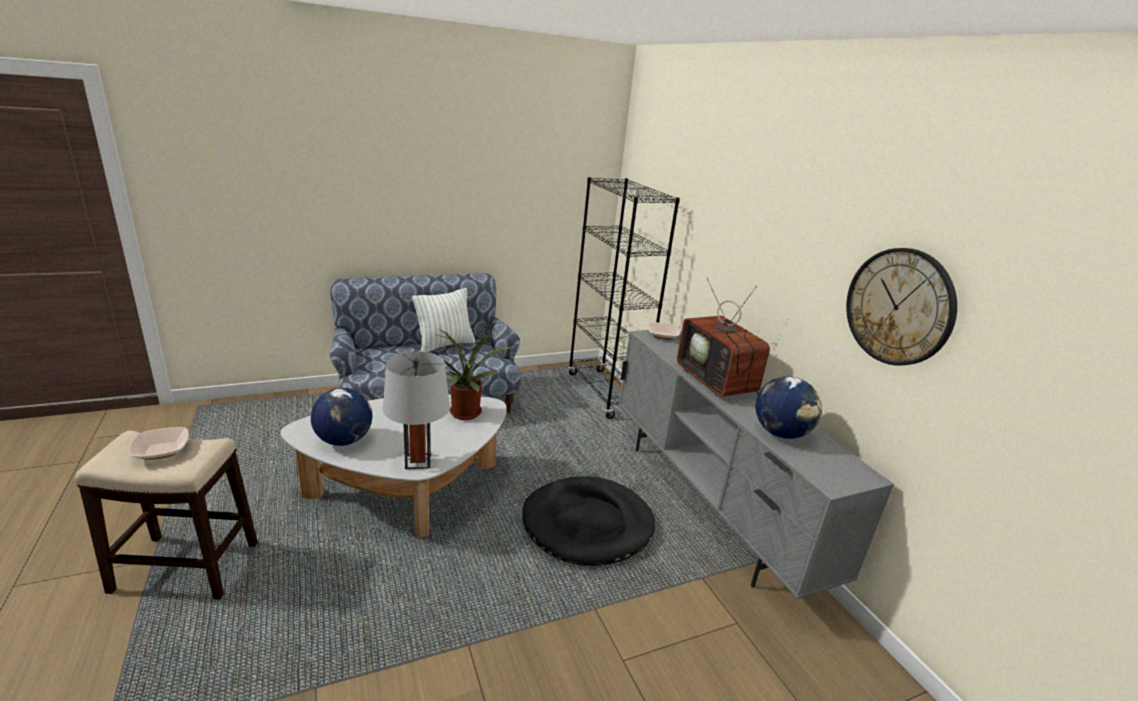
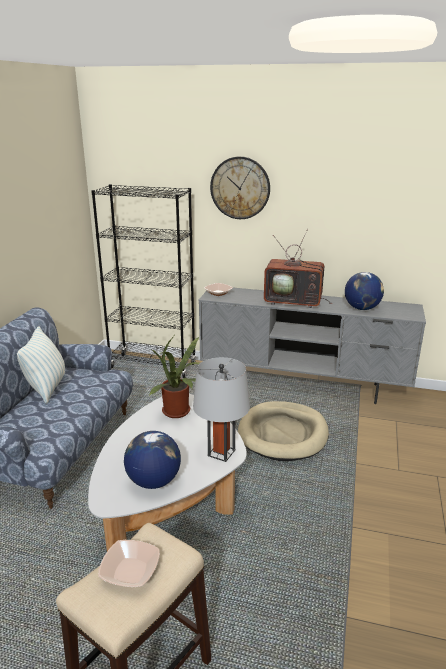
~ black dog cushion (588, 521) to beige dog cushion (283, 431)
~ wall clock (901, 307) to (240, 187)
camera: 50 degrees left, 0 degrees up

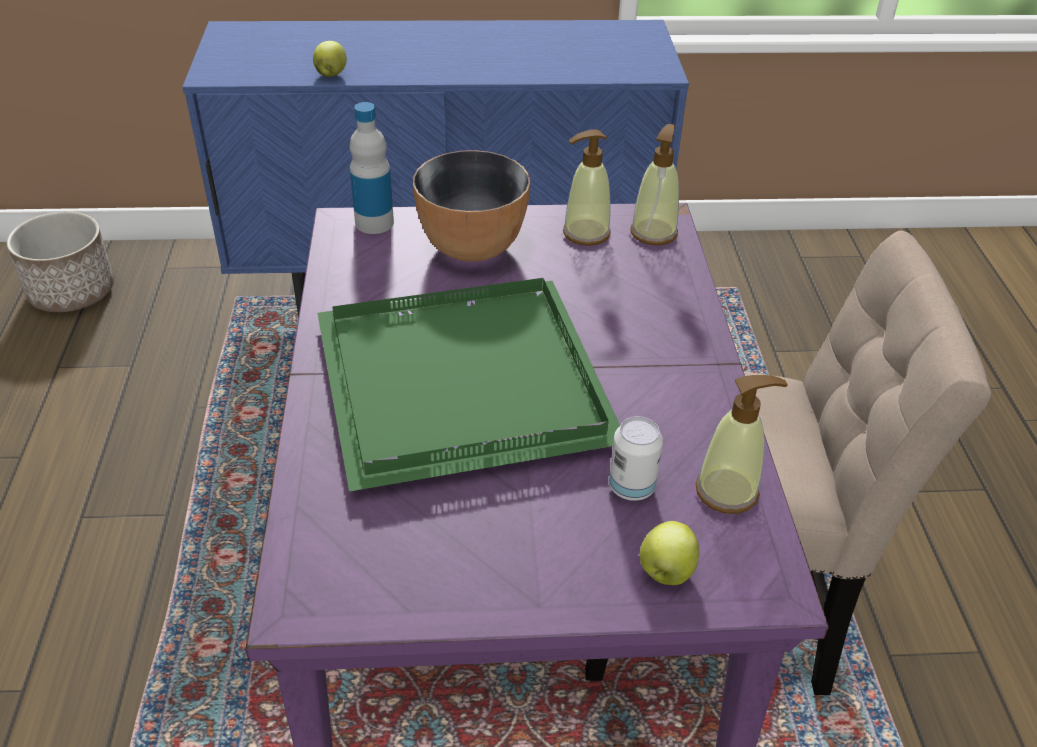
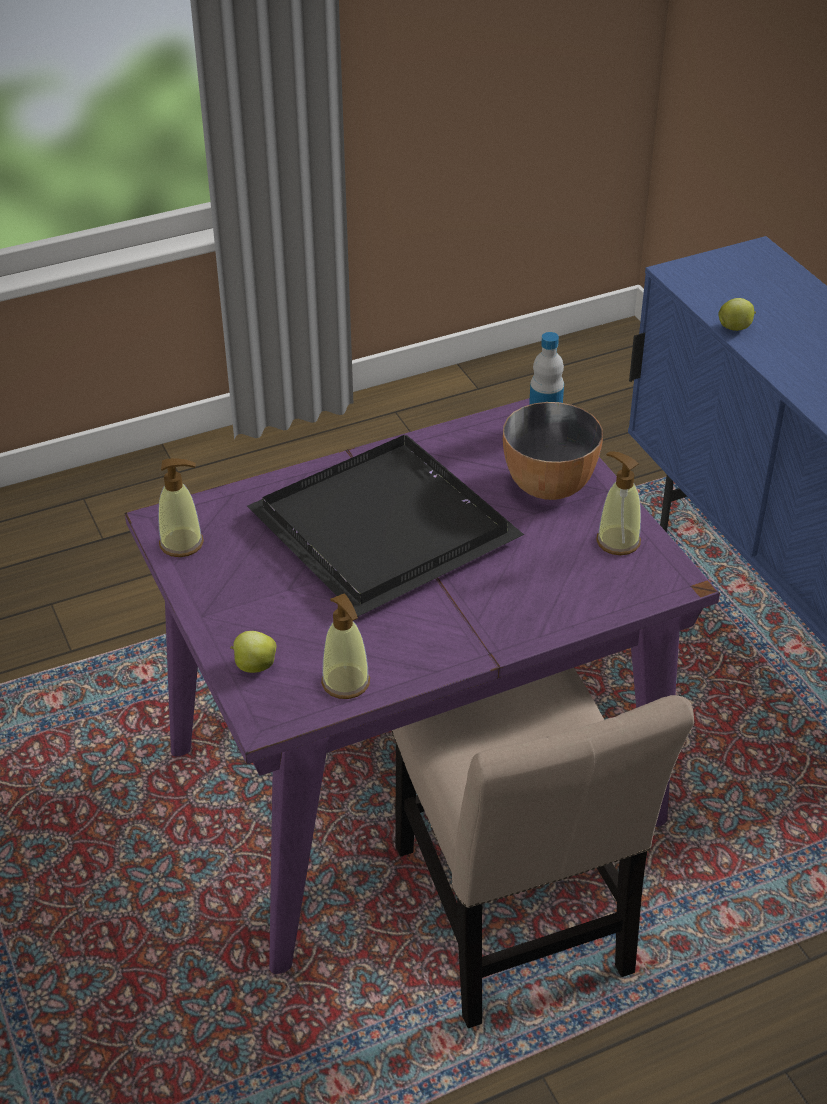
- plant pot (60, 261)
~ greenish carrying tray (468, 385) to black carrying tray (385, 526)
- sealed can (636, 458)
~ soap bottle (654, 184) to (181, 507)
camera: 70 degrees right, 0 degrees up

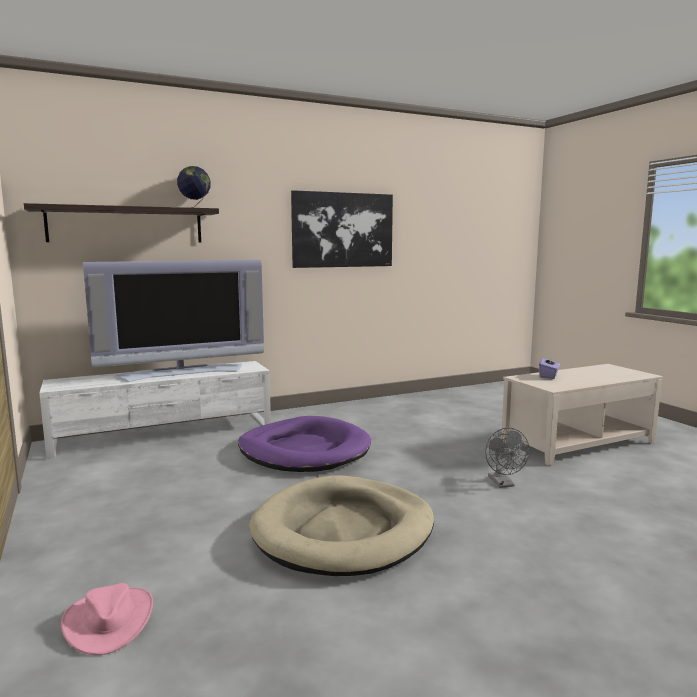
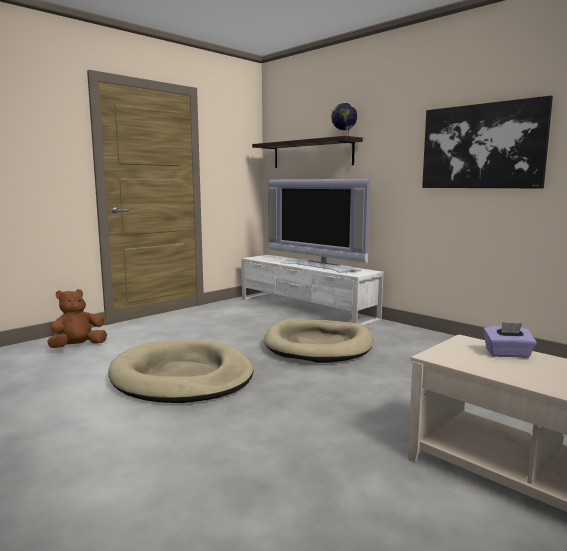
~ pink clothing hat (107, 619) to brownish plush toy (77, 318)
~ purplish dog cushion (304, 444) to beige dog cushion (318, 341)
- gray cooling fan (507, 458)
camera: 70 degrees right, 0 degrees up

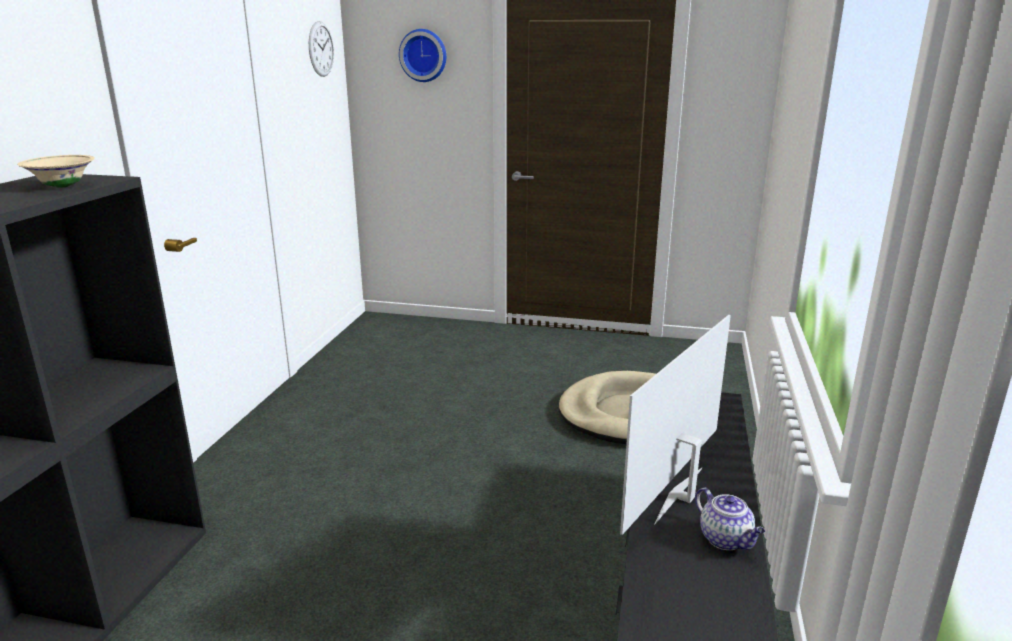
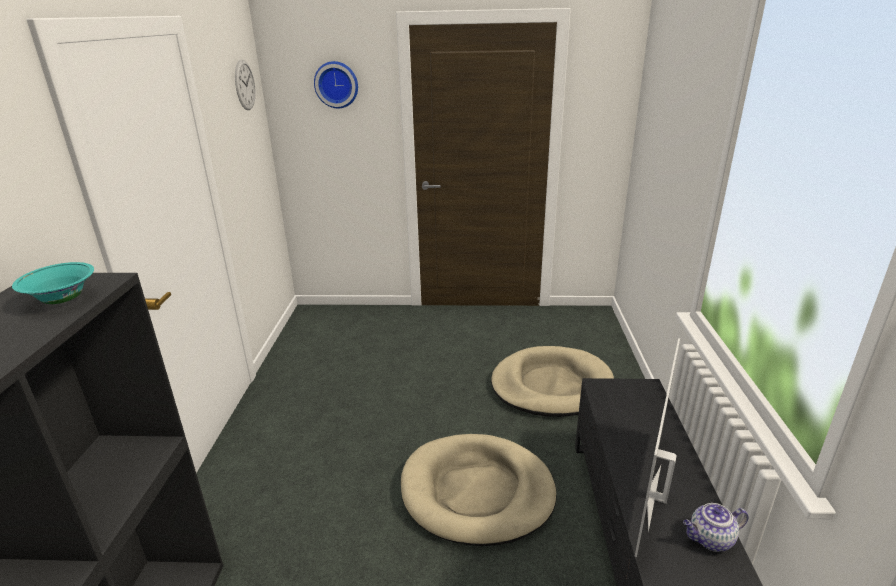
~ beige bowl (56, 171) to blue-green bowl (53, 283)
~ tea pot (730, 518) = (715, 527) 120 degrees clockwise
+ beige dog cushion (479, 490)
camera: 10 degrees left, 5 degrees up

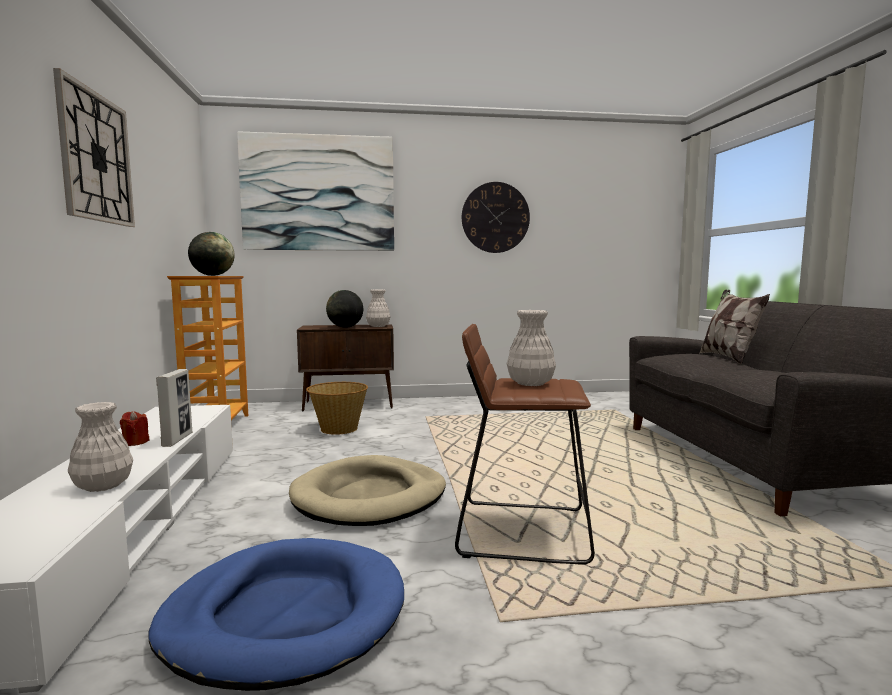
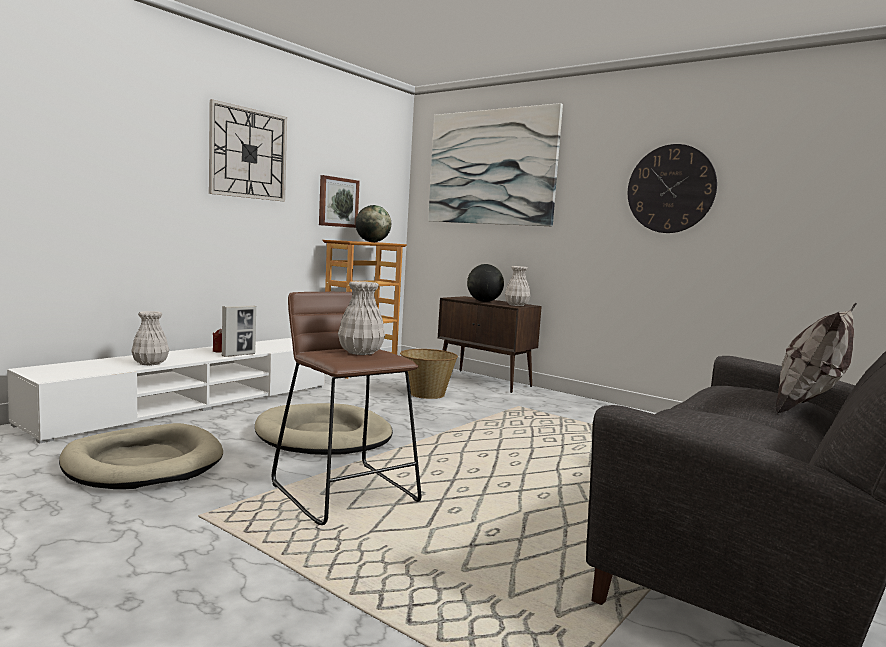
~ blue dog cushion (276, 614) to beige dog cushion (141, 456)
+ wall picture (339, 201)
camera: 45 degrees right, 0 degrees up

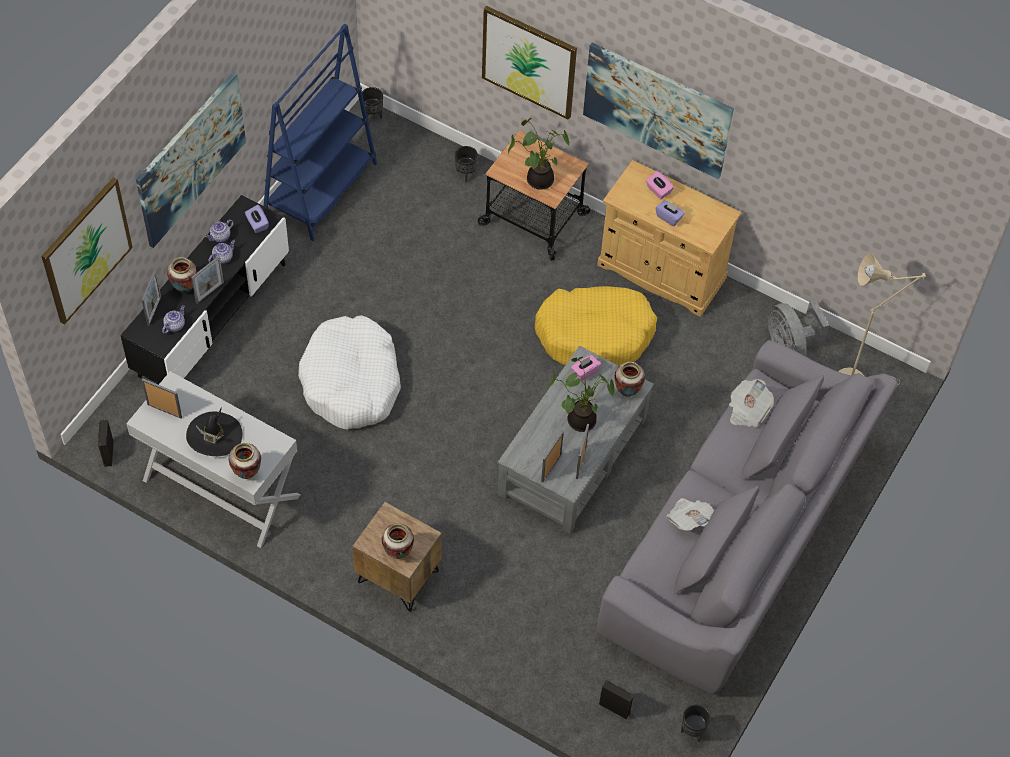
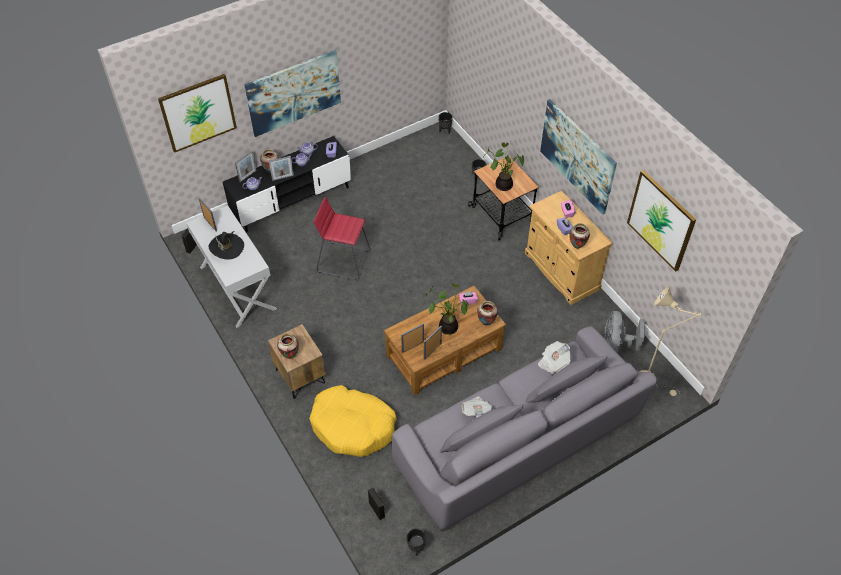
~ vase (244, 461) to (579, 236)
- blue bookcase (320, 132)
~ whitish dog cushion (349, 372) to reddish sitting stool (342, 238)
~ wall picture (529, 63) to (661, 221)
~ gray coffee table (575, 440) to brownish coffee table (445, 340)
~ yellow-coloured dog cushion (596, 326) to (353, 421)
camera: 30 degrees right, 5 degrees down

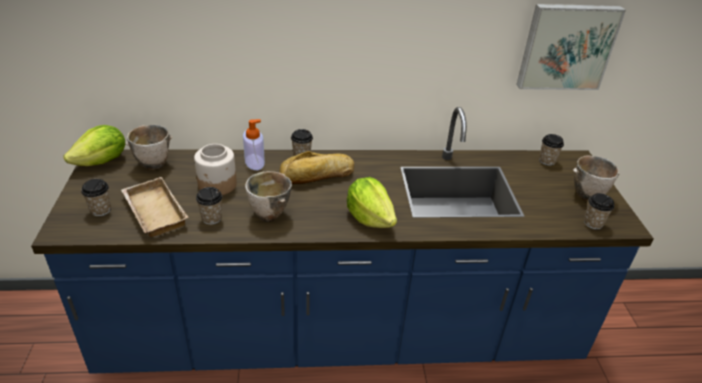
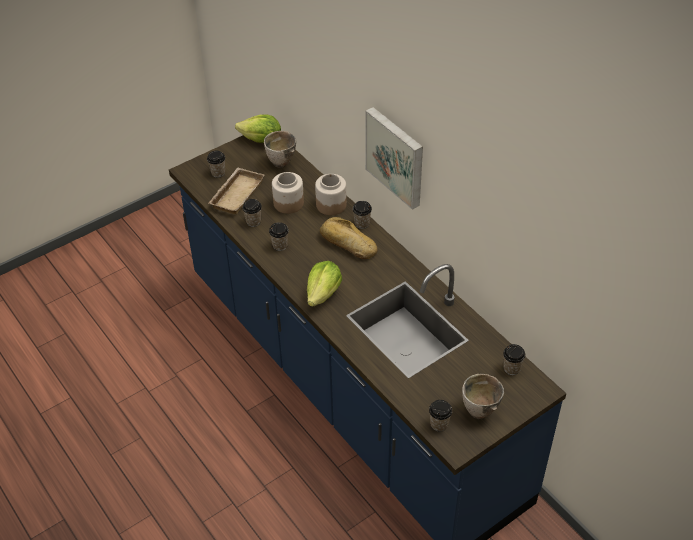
~ soap bottle (254, 144) to preserve jar (331, 194)
~ bowl (268, 196) to drinking cup (279, 236)
~ wall picture (571, 47) to (394, 158)
camera: 60 degrees right, 10 degrees up

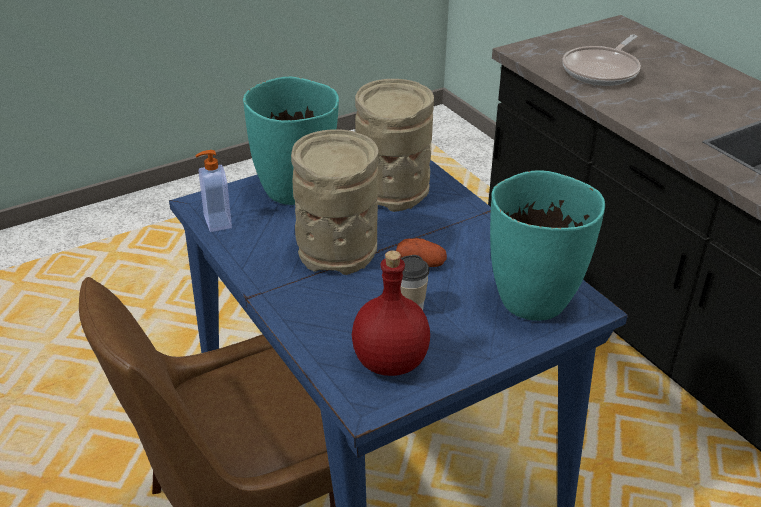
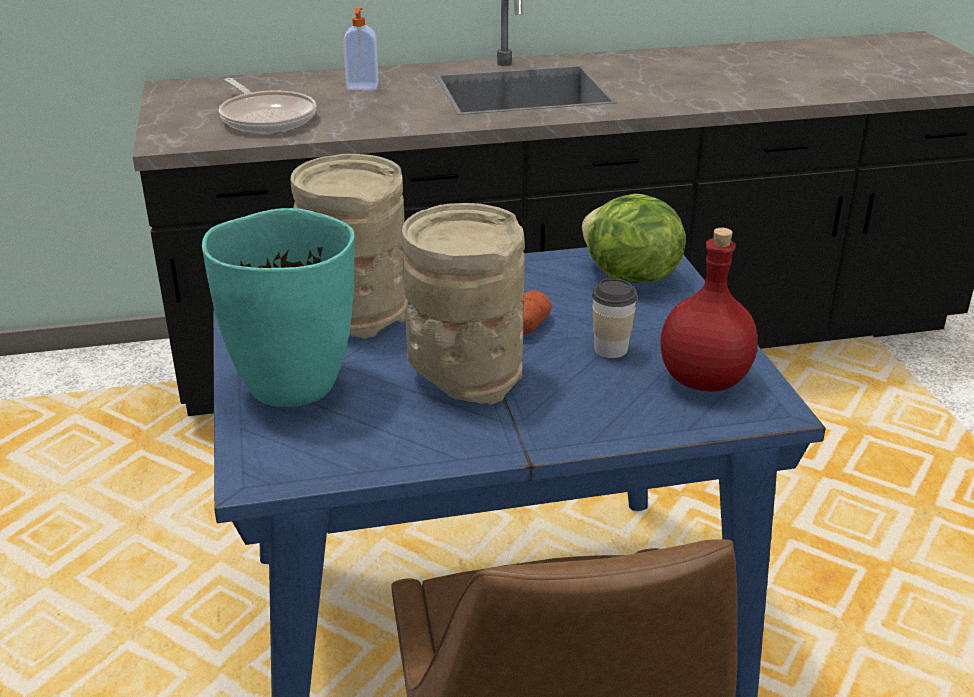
~ soap bottle (213, 191) to (361, 49)
~ blue-green vase (547, 245) to lettuce head (634, 238)
camera: 70 degrees left, 5 degrees down

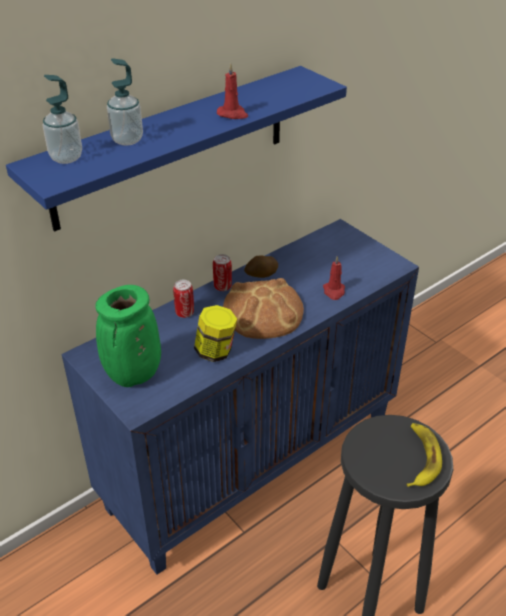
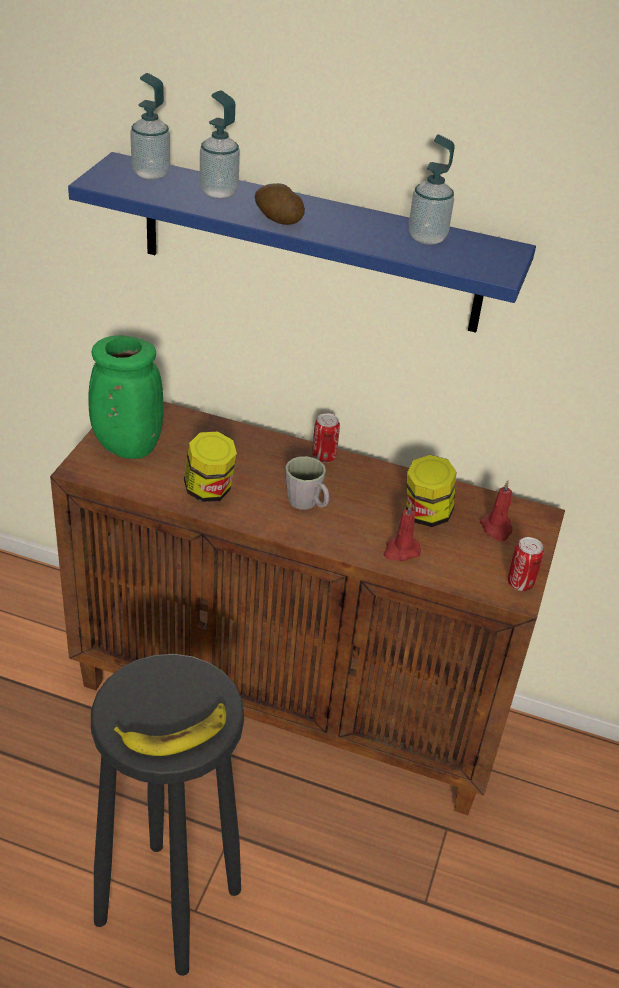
~ blue cupboard (240, 397) to brownish cupboard (307, 608)
~ sealed can (183, 299) to (526, 564)
~ reddish candle (232, 91) to (496, 510)
~ baked bread (263, 308) to gray mug (307, 483)
~ spud (261, 267) to (280, 204)
+ preserve jar (431, 491)
+ soap bottle (432, 189)
camera: 55 degrees right, 0 degrees up

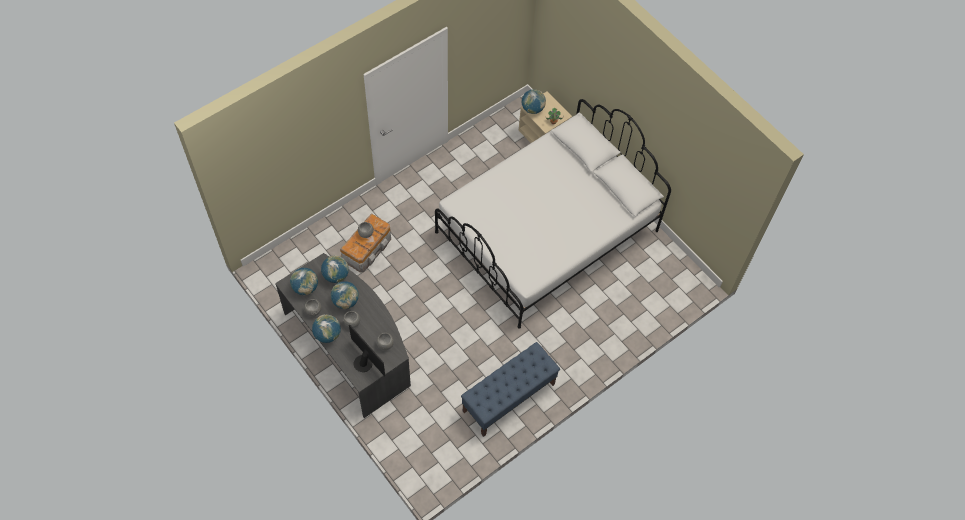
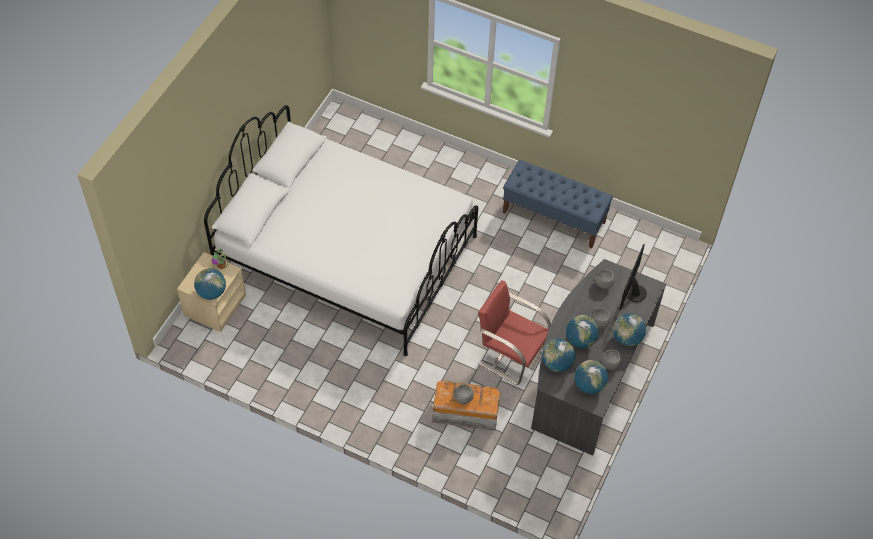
+ reddish upright chair (514, 332)
camera: 115 degrees left, 5 degrees down

